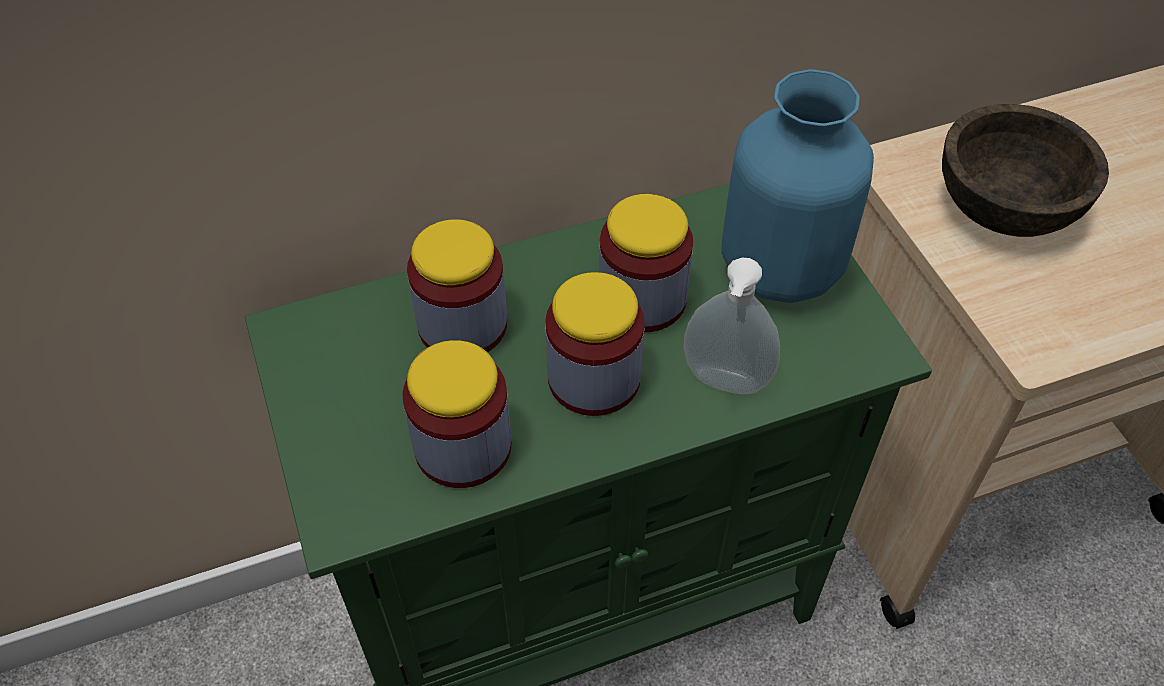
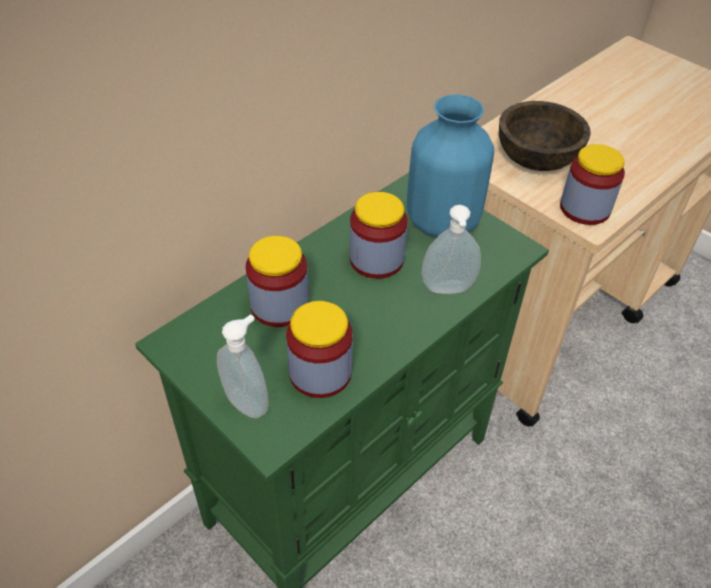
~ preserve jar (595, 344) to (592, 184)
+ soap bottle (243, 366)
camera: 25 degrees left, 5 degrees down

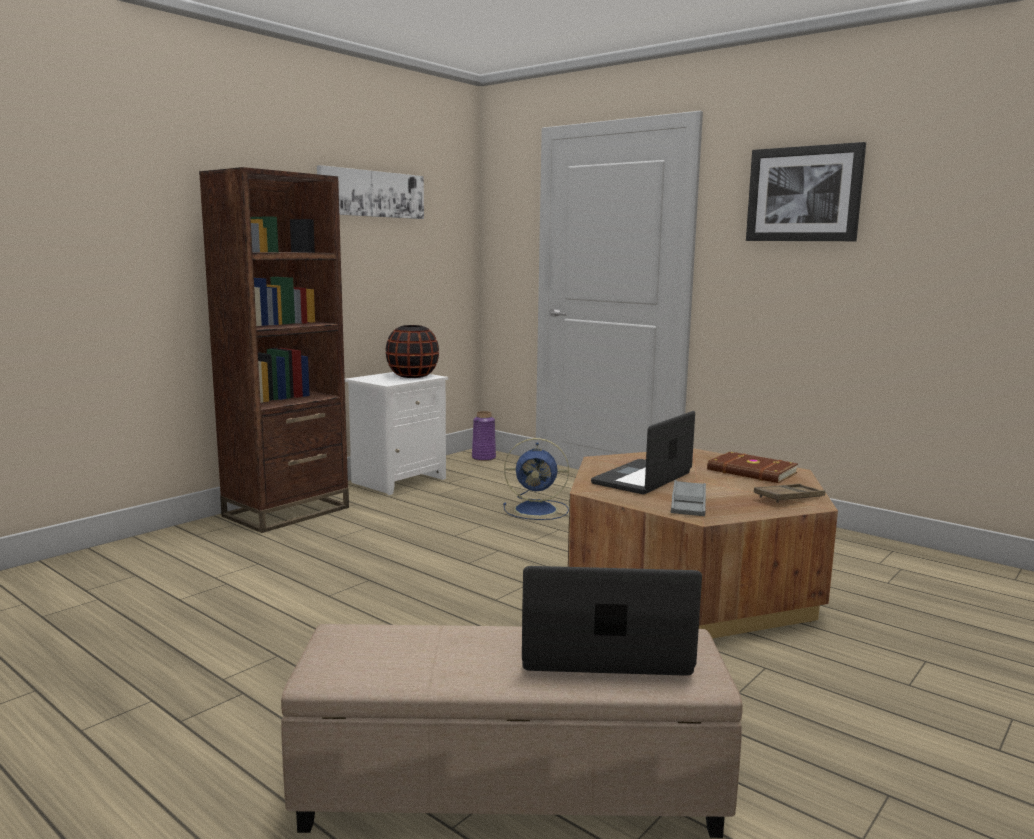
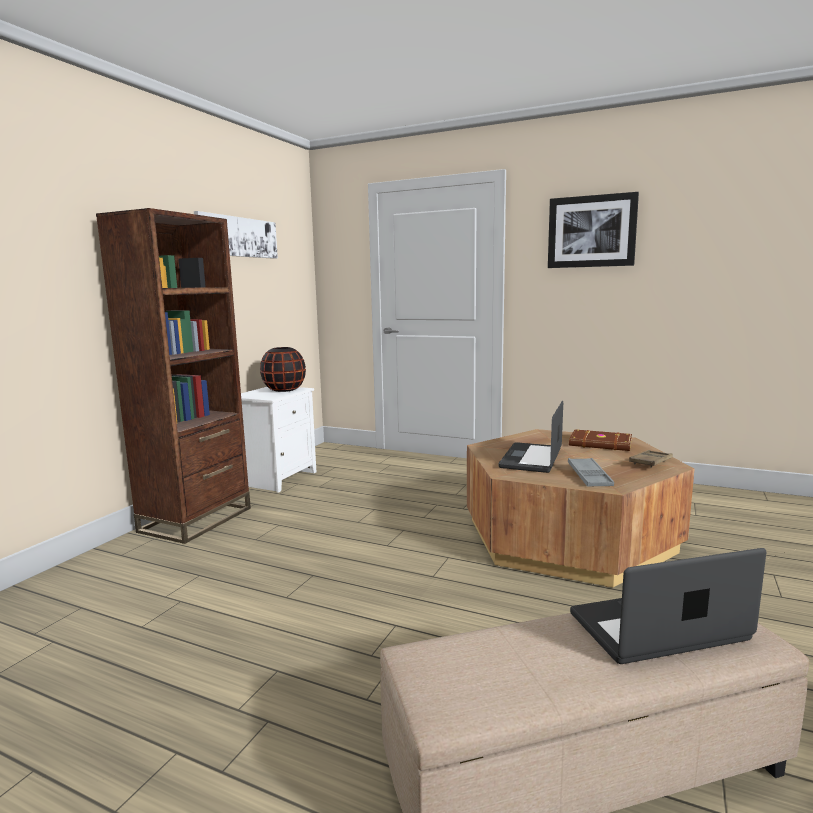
- purplish vase (484, 436)
- blue cooling fan (536, 479)
camera: 15 degrees left, 0 degrees up

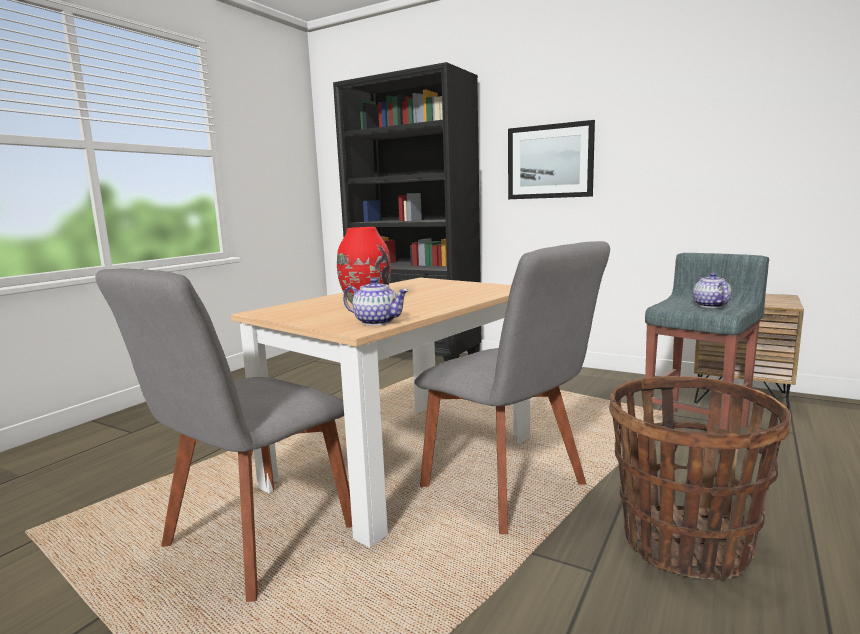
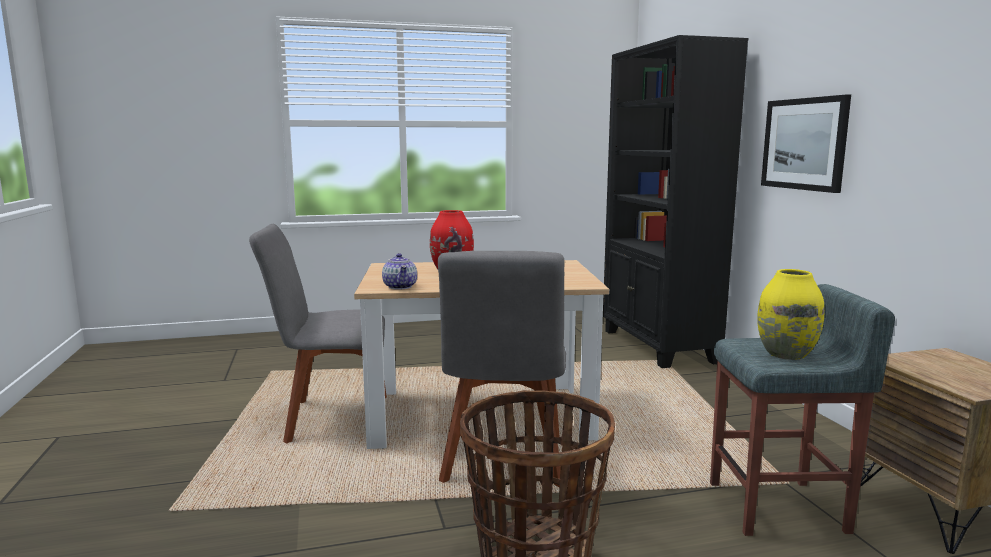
~ tea pot (712, 290) to yellow-coloured vase (790, 314)
camera: 45 degrees right, 0 degrees up

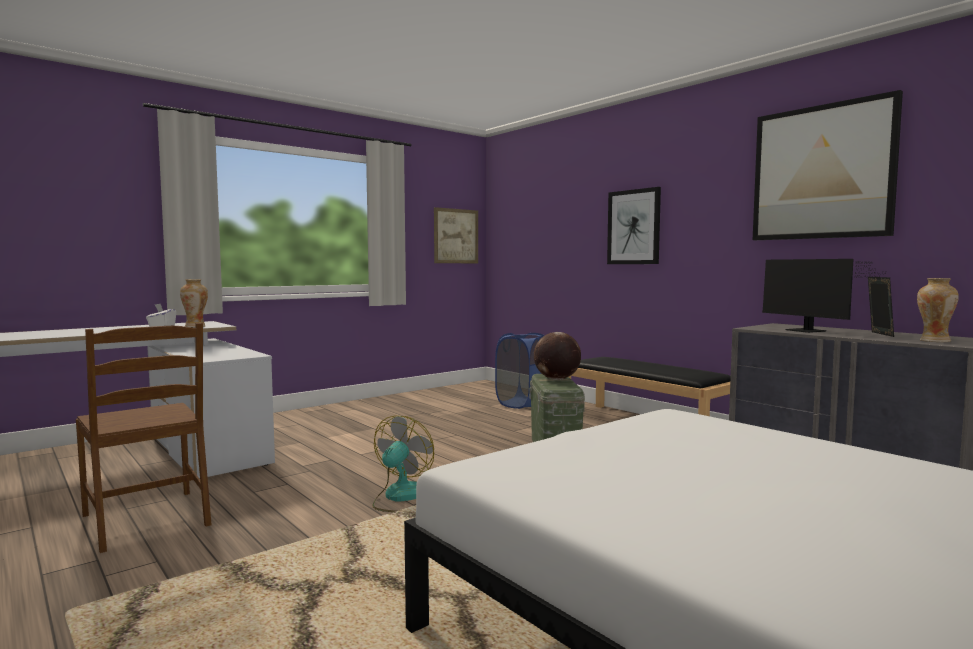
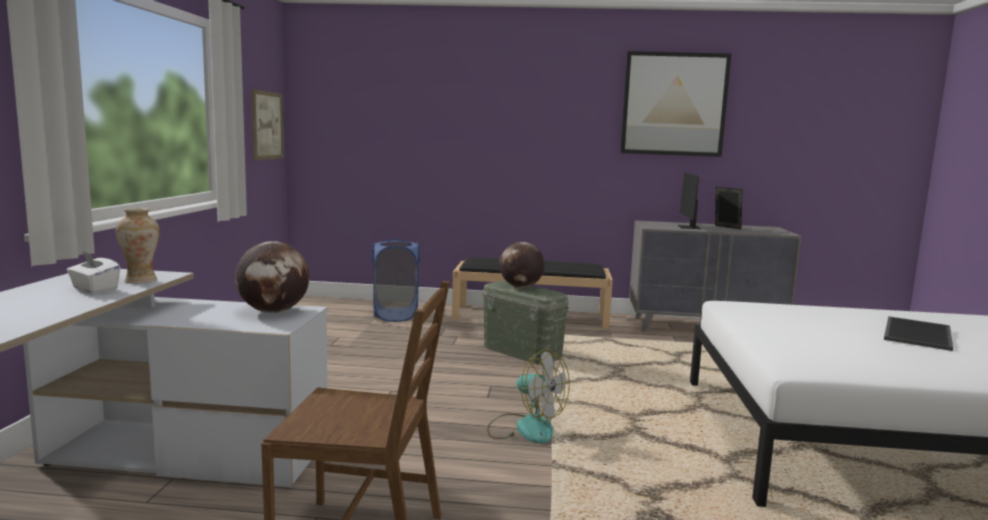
~ cooling fan (403, 464) = (528, 396) 150 degrees clockwise
- wall picture (634, 225)
~ computer screen (821, 296) = (690, 200) 75 degrees clockwise
- vase (938, 310)
+ globe (272, 277)
+ carrying tray (918, 333)
camera: 45 degrees left, 5 degrees up

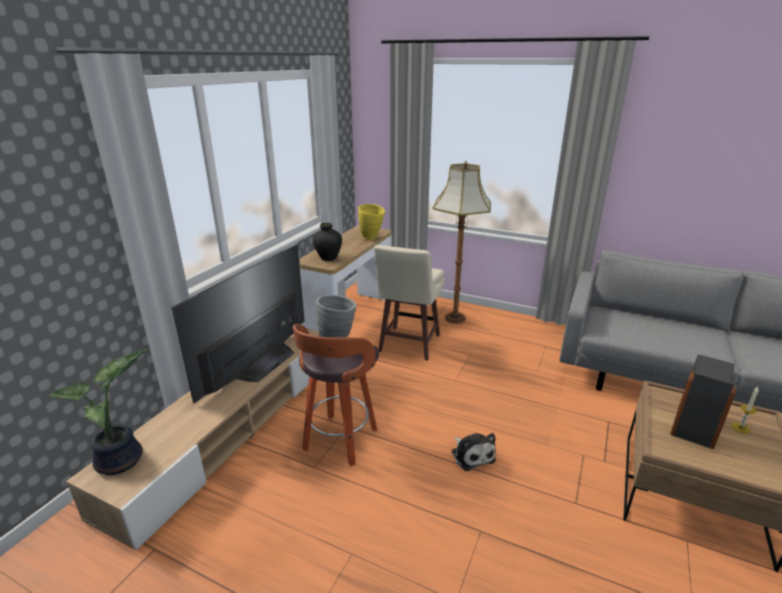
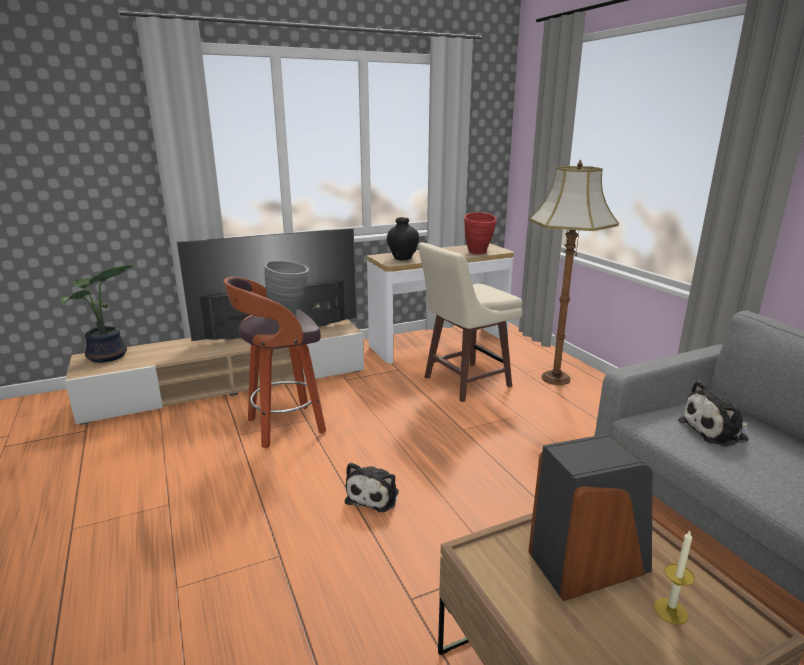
~ yellow-coloured vase (371, 222) to reddish vase (480, 233)
+ plush toy (713, 414)
camera: 40 degrees right, 5 degrees down

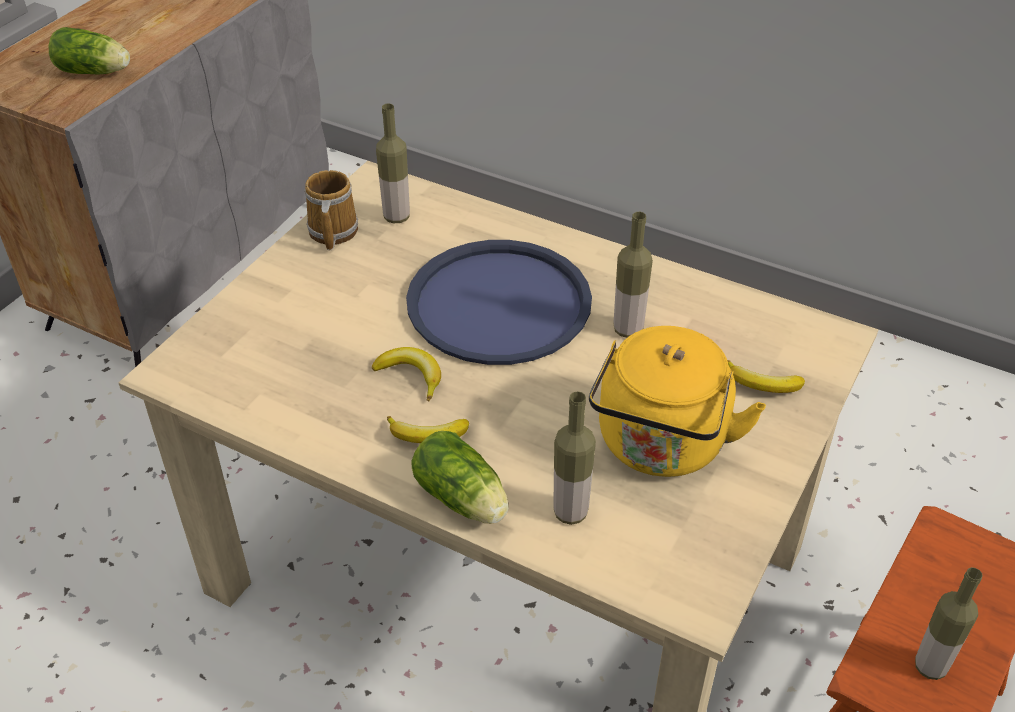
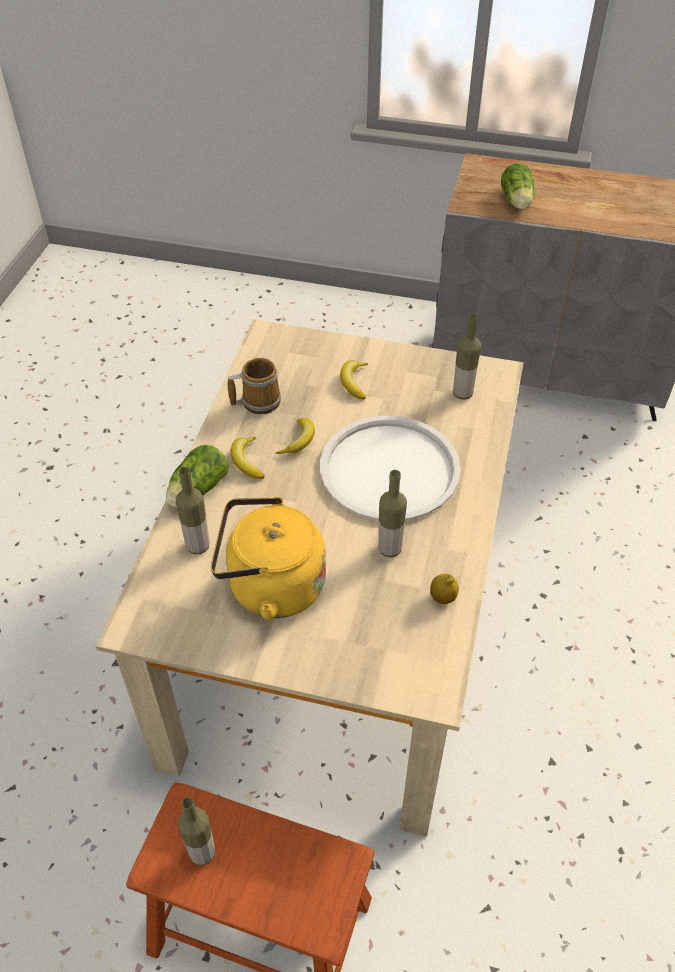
~ mug (331, 210) to (254, 386)
~ blue carrying tray (499, 302) to whitish carrying tray (390, 468)
~ banana fruit (766, 376) to (354, 380)
+ whole lemon (444, 589)
camera: 75 degrees right, 5 degrees up

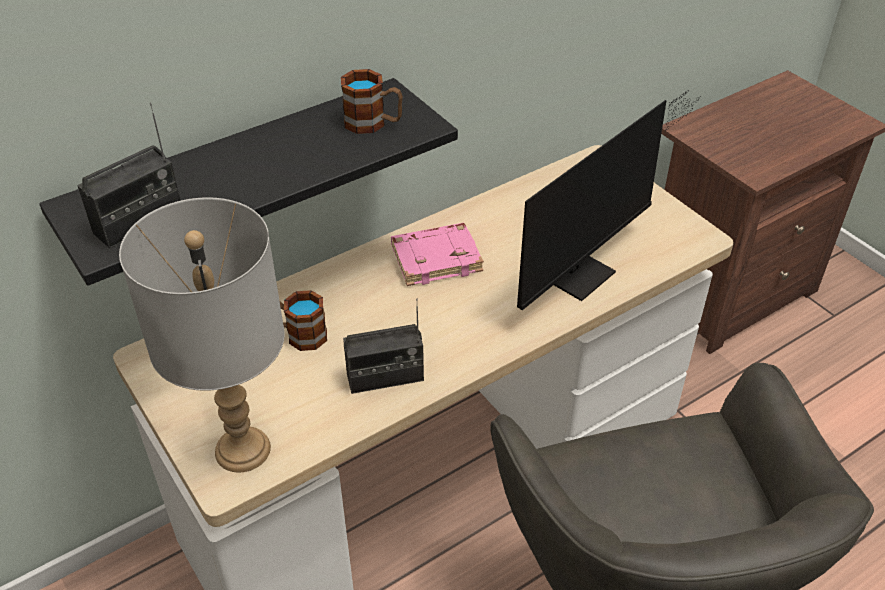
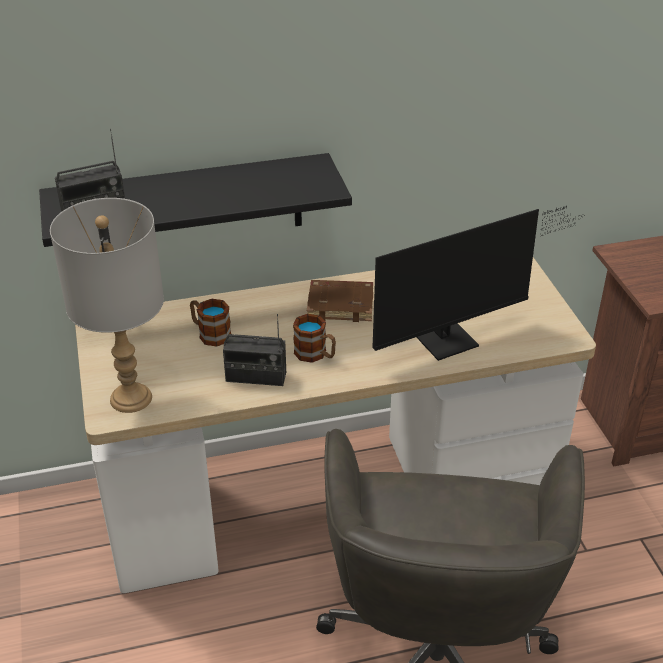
~ mug (372, 101) to (314, 338)
~ pink bound book (437, 254) to brownish bound book (340, 301)
camera: 20 degrees right, 5 degrees down

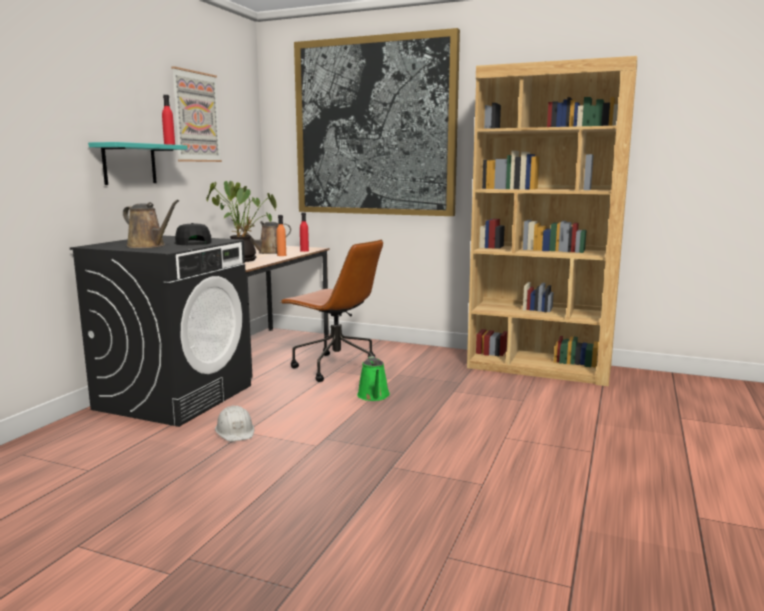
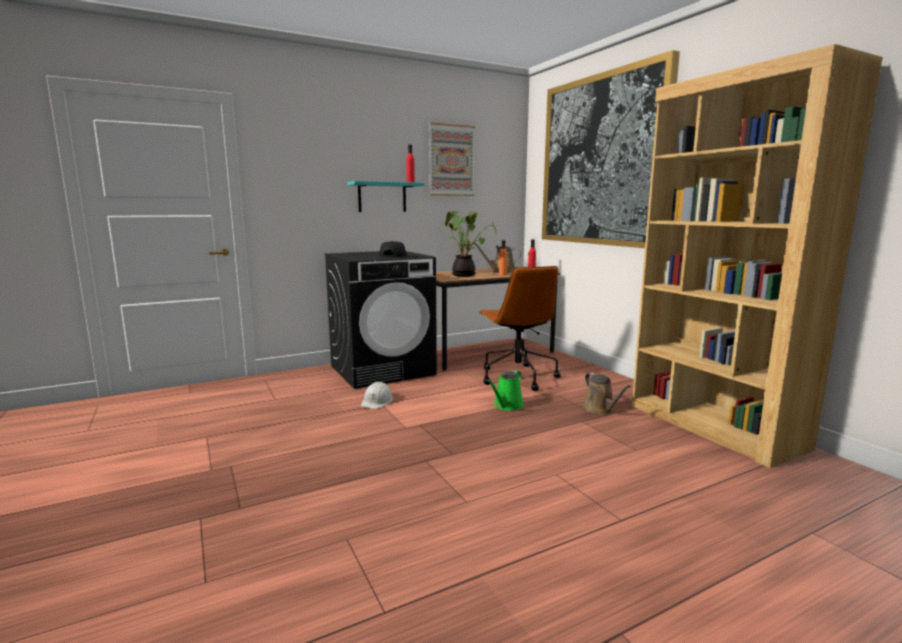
~ brownish watering can (151, 224) to (607, 394)
camera: 40 degrees right, 0 degrees up

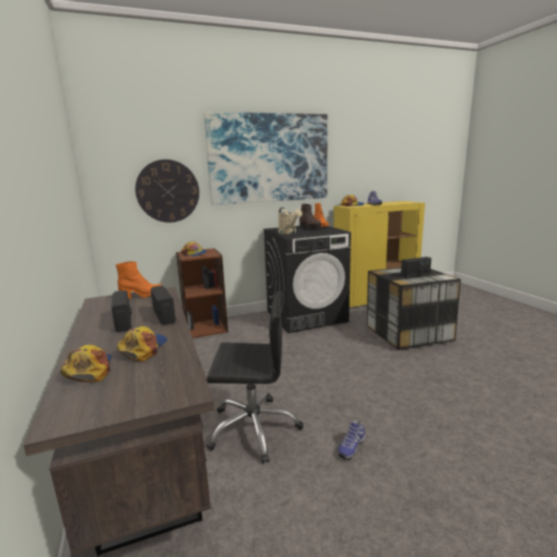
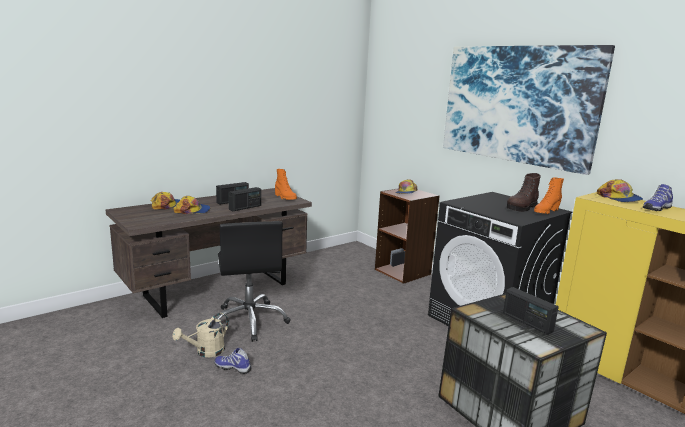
- wall clock (167, 191)
~ beige watering can (290, 220) to (200, 335)
camera: 70 degrees right, 0 degrees up

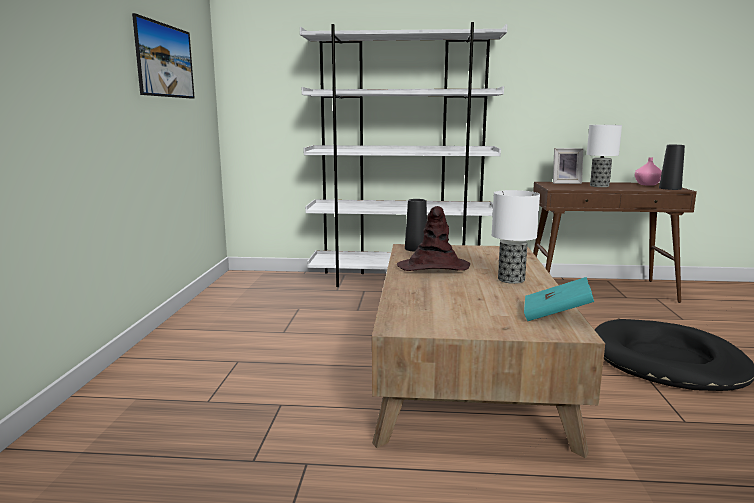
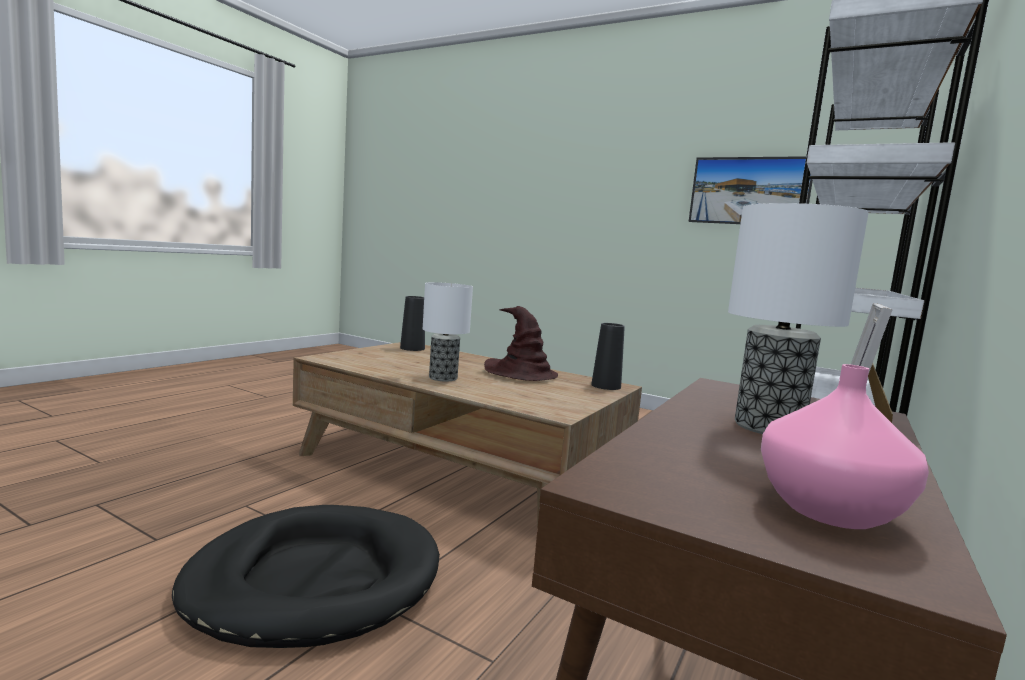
- blue-green bound book (559, 299)
~ black vase (672, 167) to (412, 323)
camera: 115 degrees right, 5 degrees down

